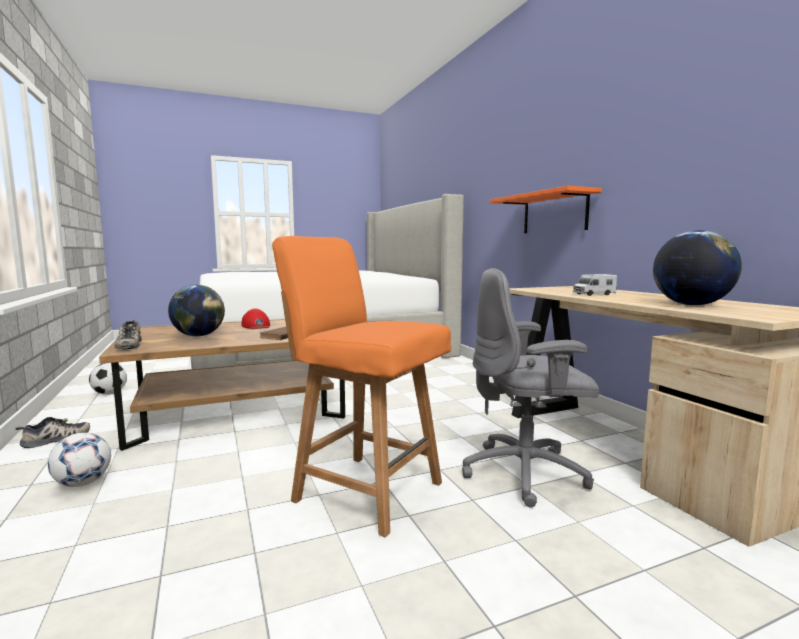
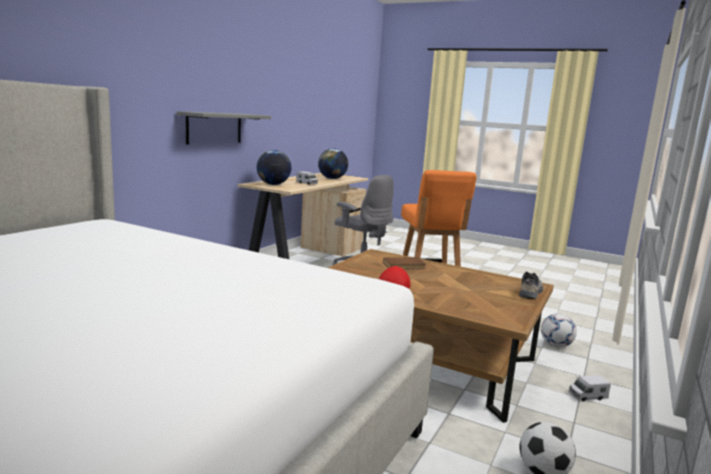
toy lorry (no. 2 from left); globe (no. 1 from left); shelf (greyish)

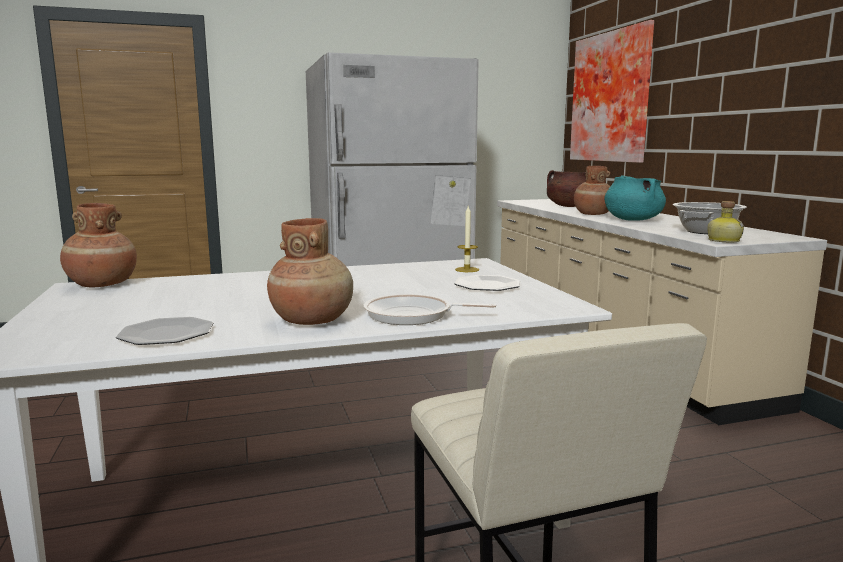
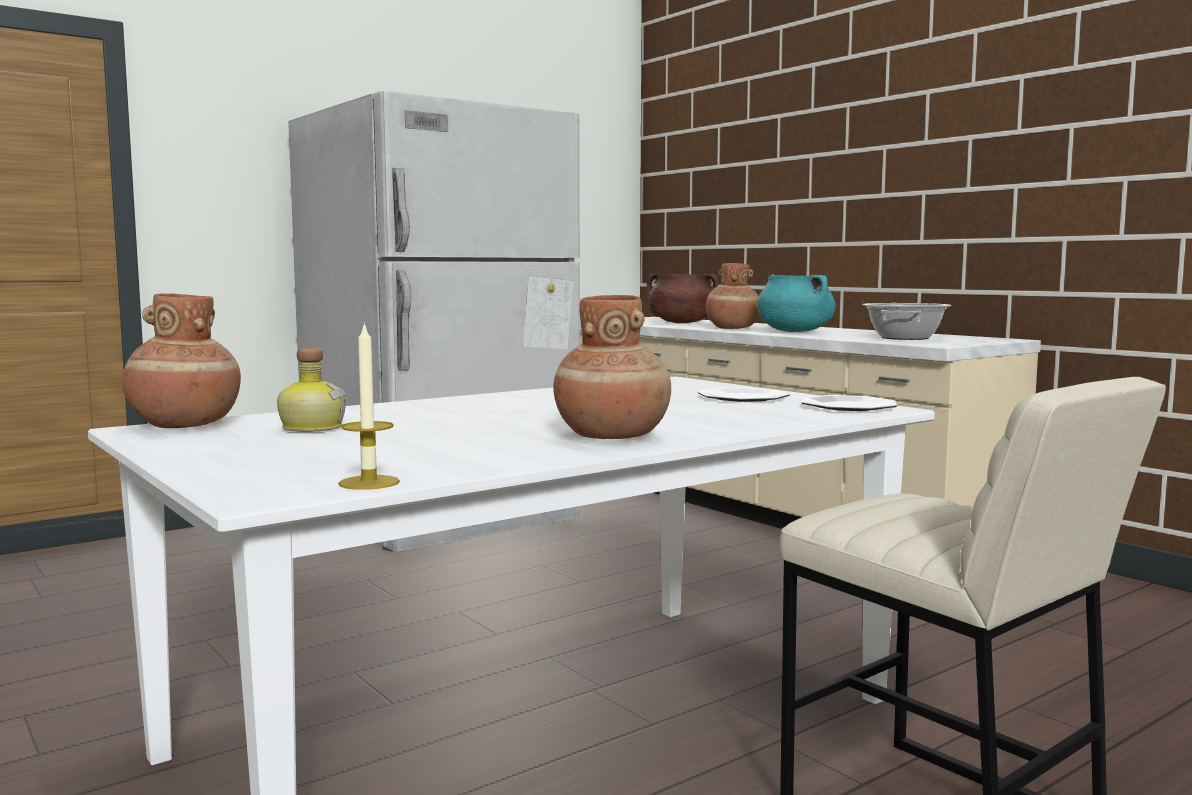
dinner plate (no. 2 from left); pan; wax candle; wall art; beverage bottle

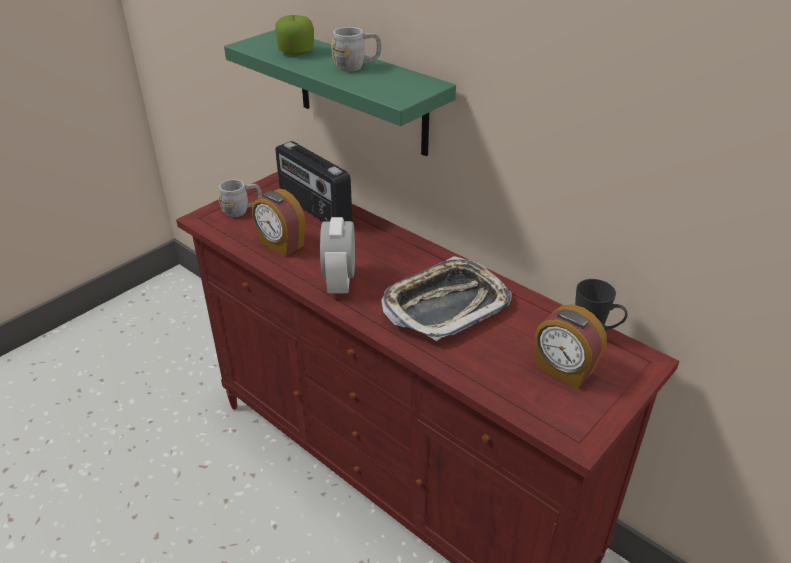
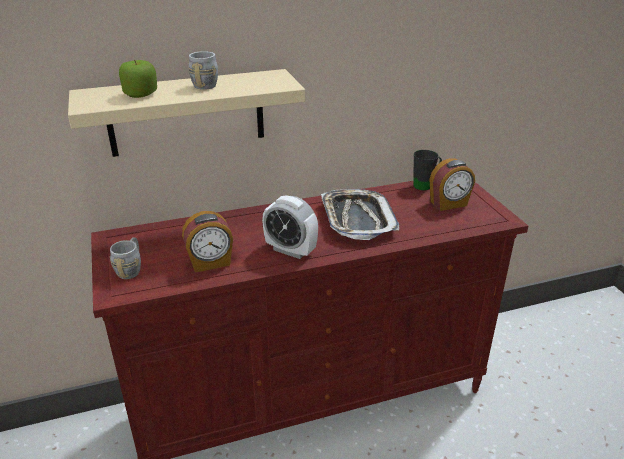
shelf (beige); radio

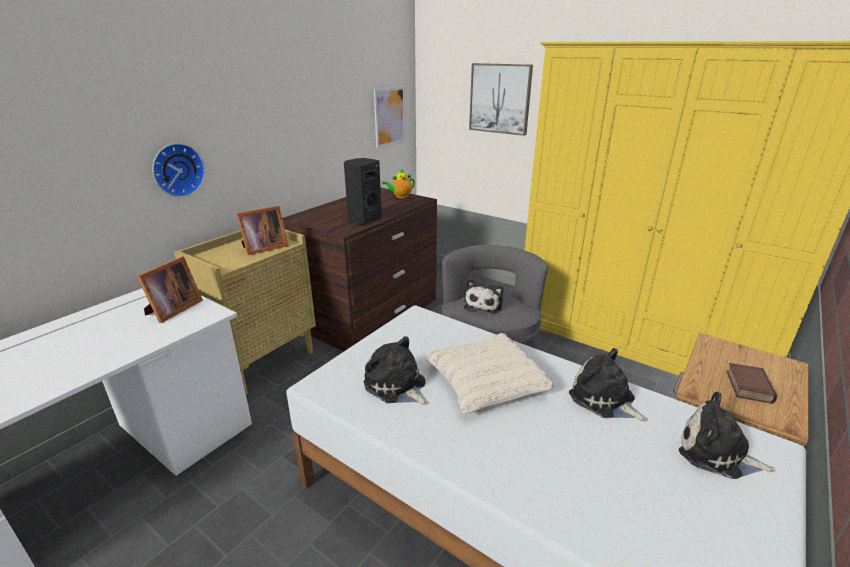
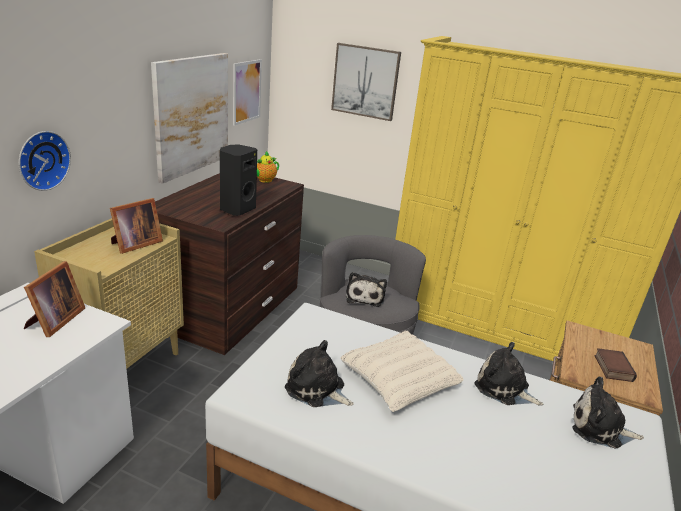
wall art (no. 1 from left)

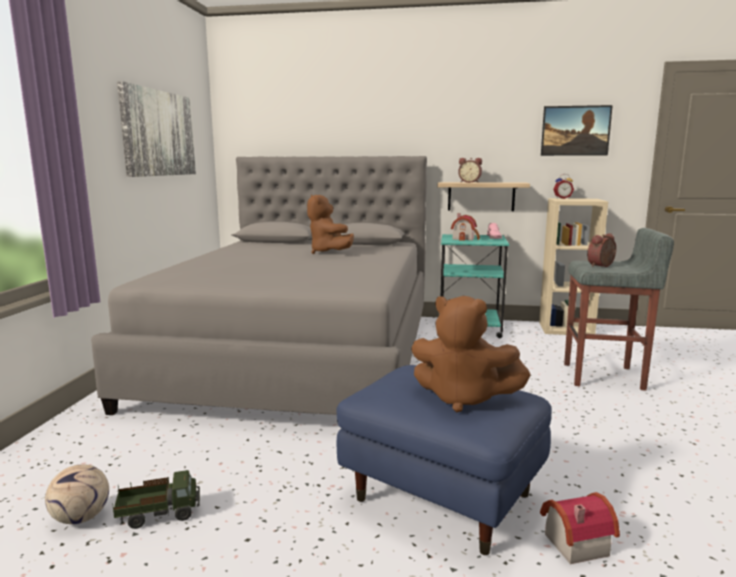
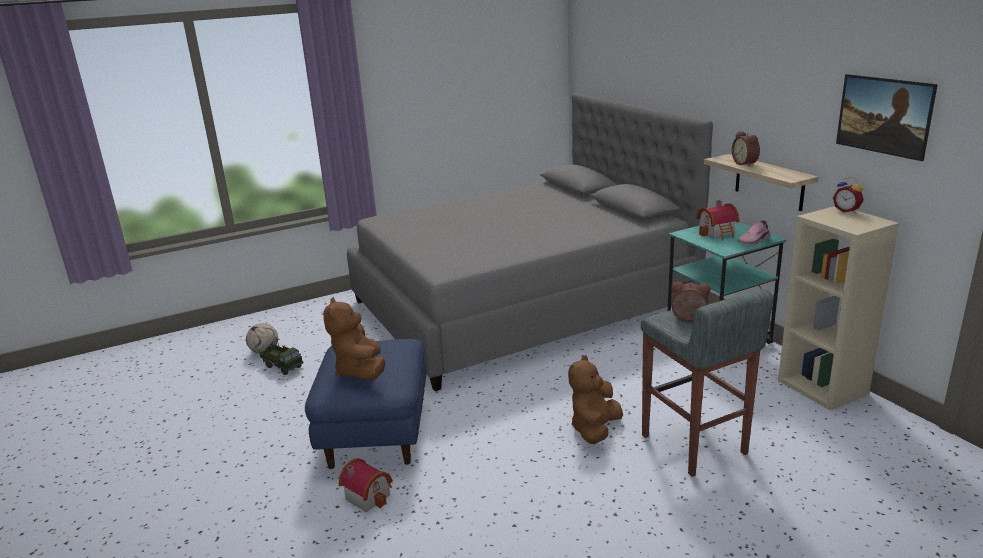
wall art (no. 1 from left in the first image); cuddly toy (brown) (no. 2 from left)

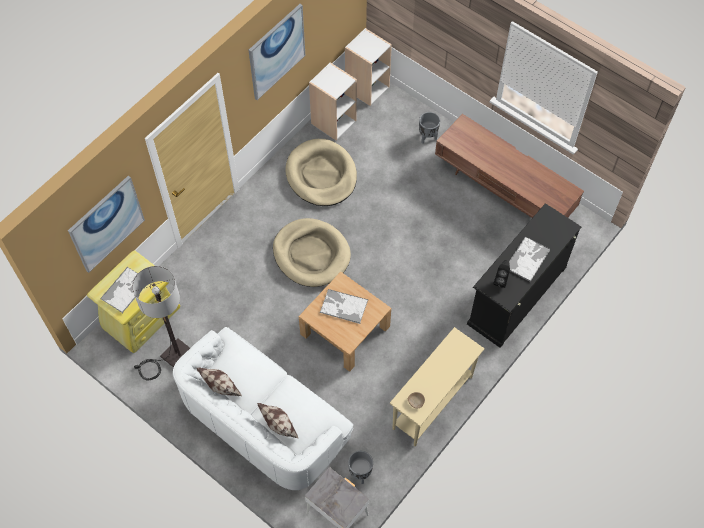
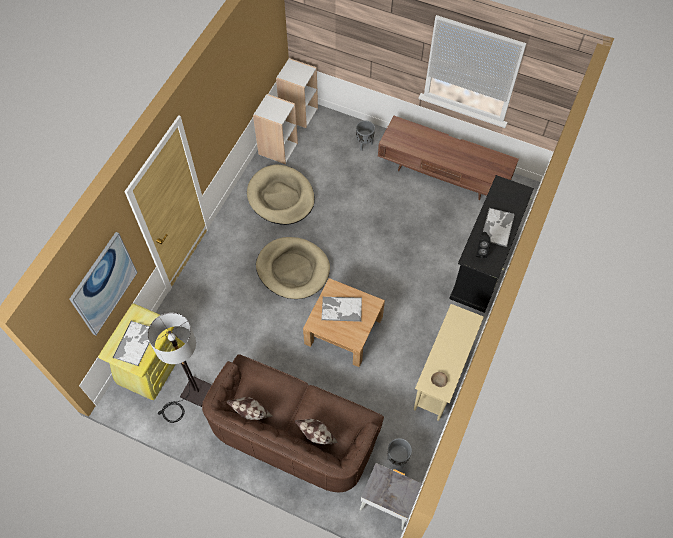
sofa (brown); wall art (no. 2 from left in the first image)

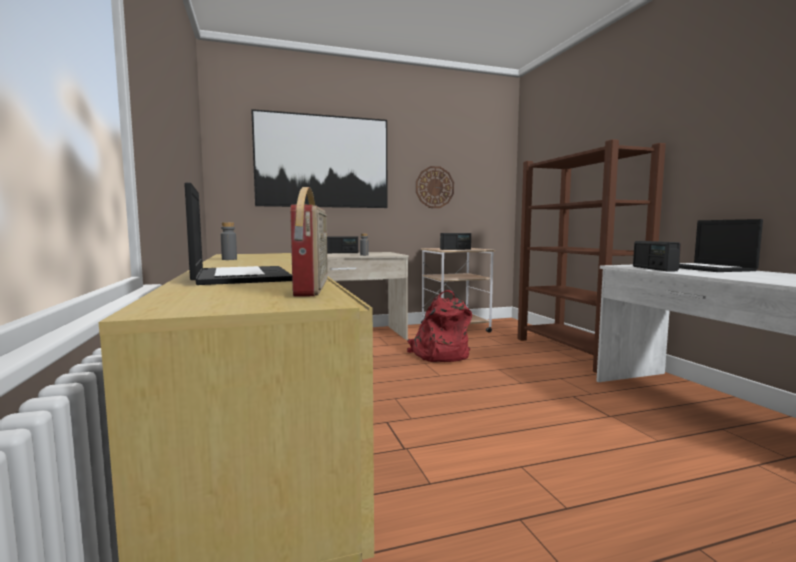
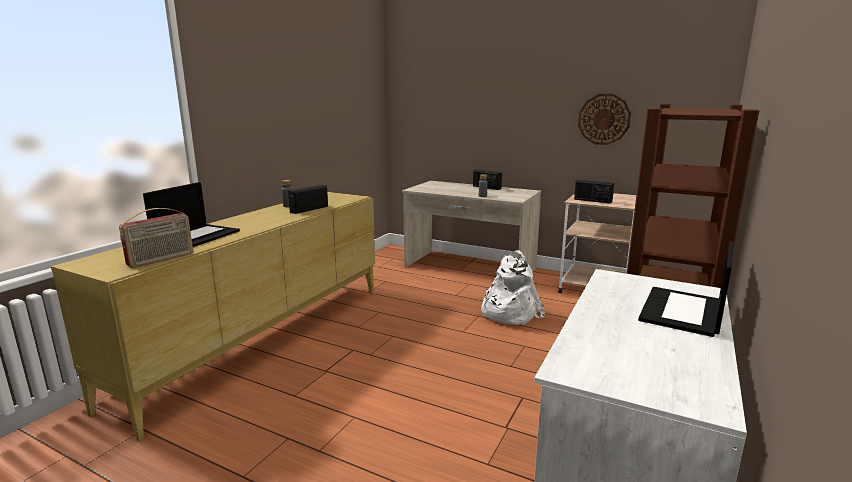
wall art; rucksack (whitish); radio (no. 2 from left)

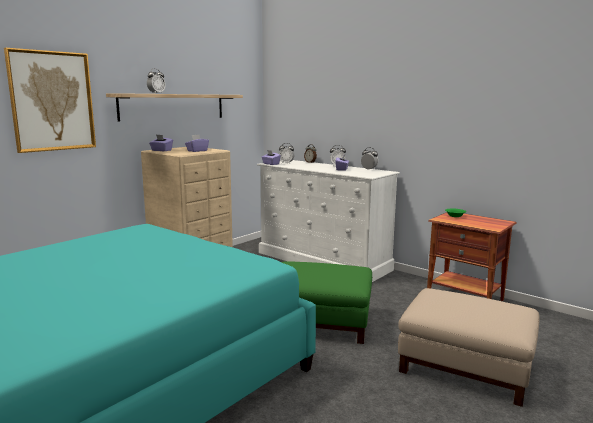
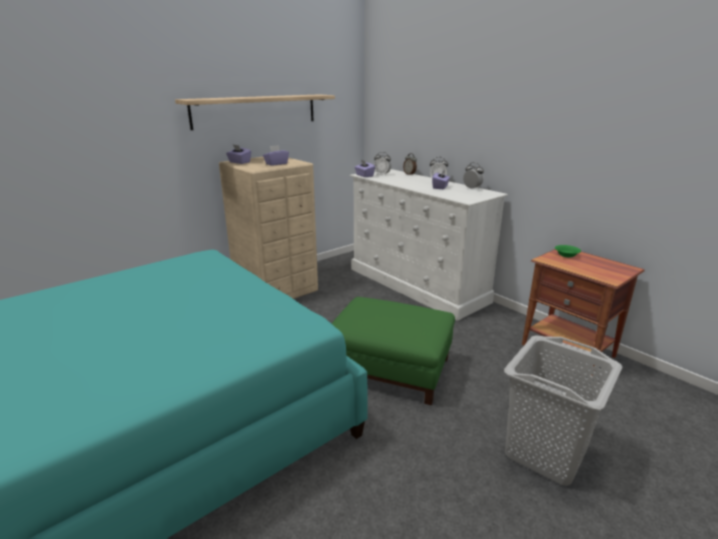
wall art; alarm clock (no. 1 from left in the first image); hamper (greyish)

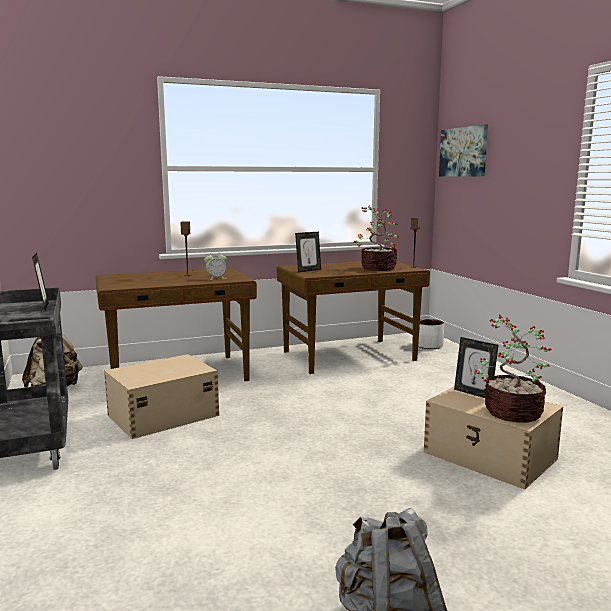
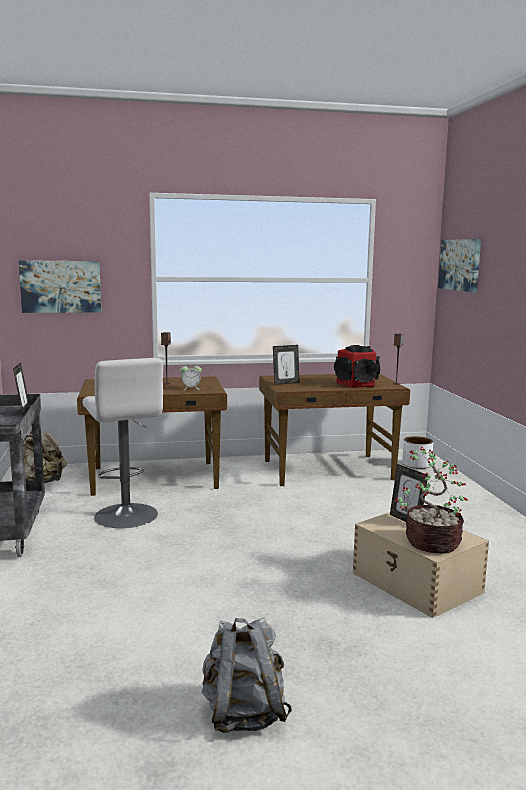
stool seat (whitish); loudspeaker (no. 2 from left); wall art (no. 1 from left)

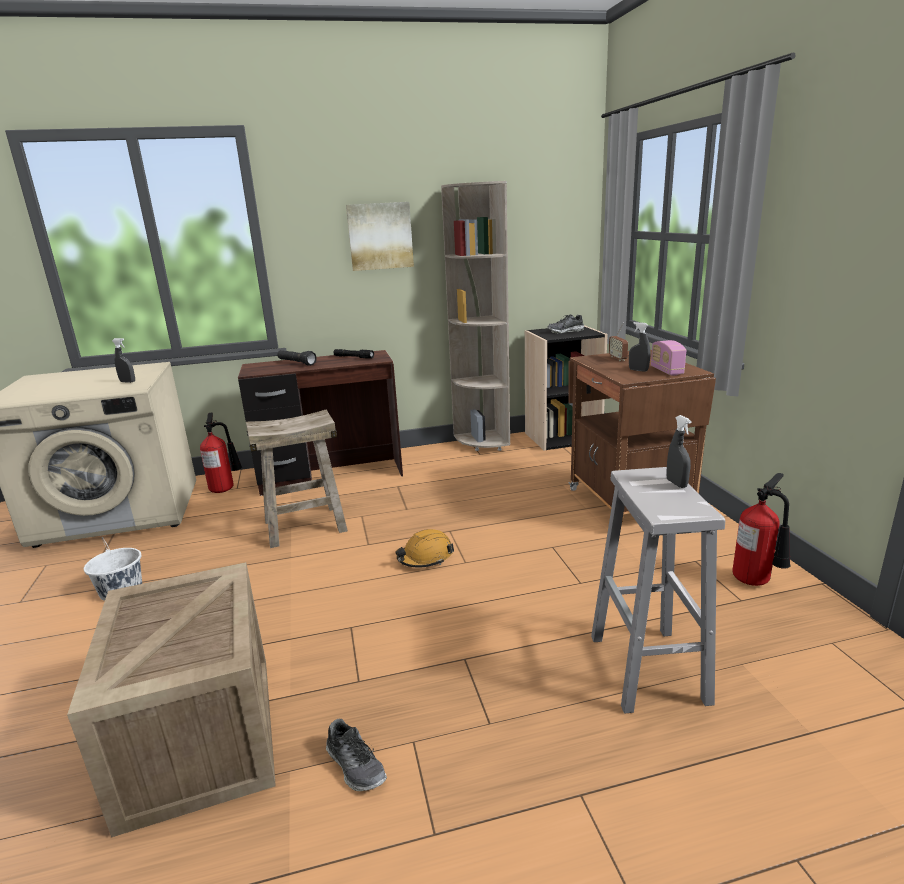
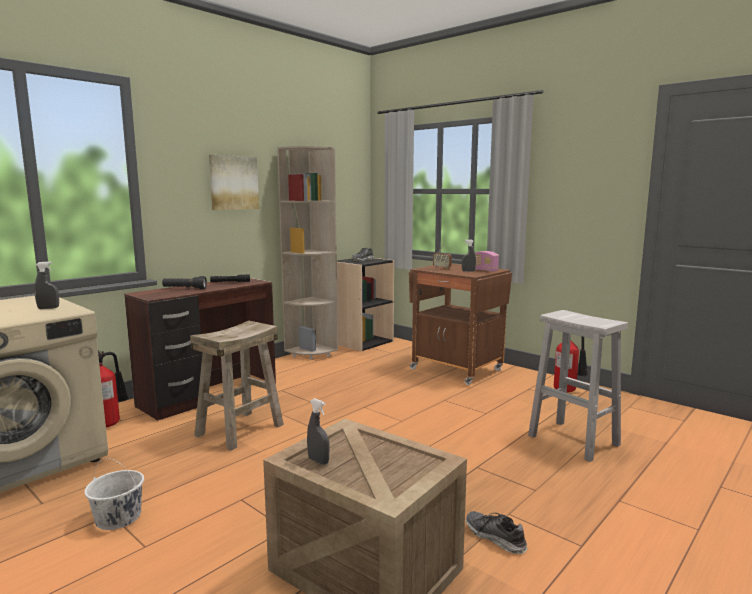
shoe (no. 2 from left); hard hat (orange-coloured); hand sprayer (greyish) (no. 2 from left)

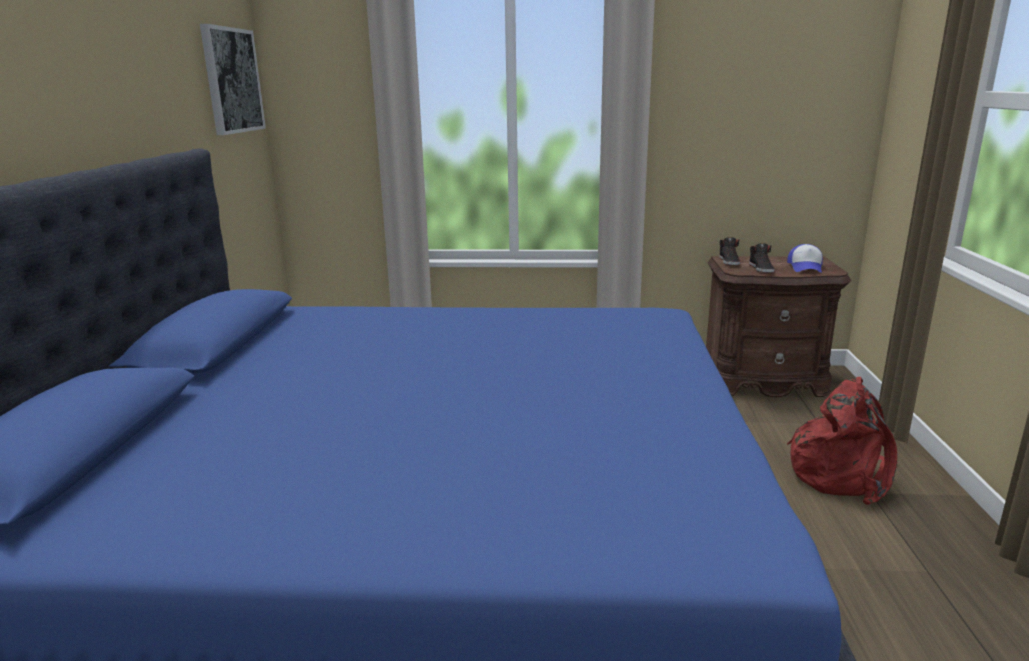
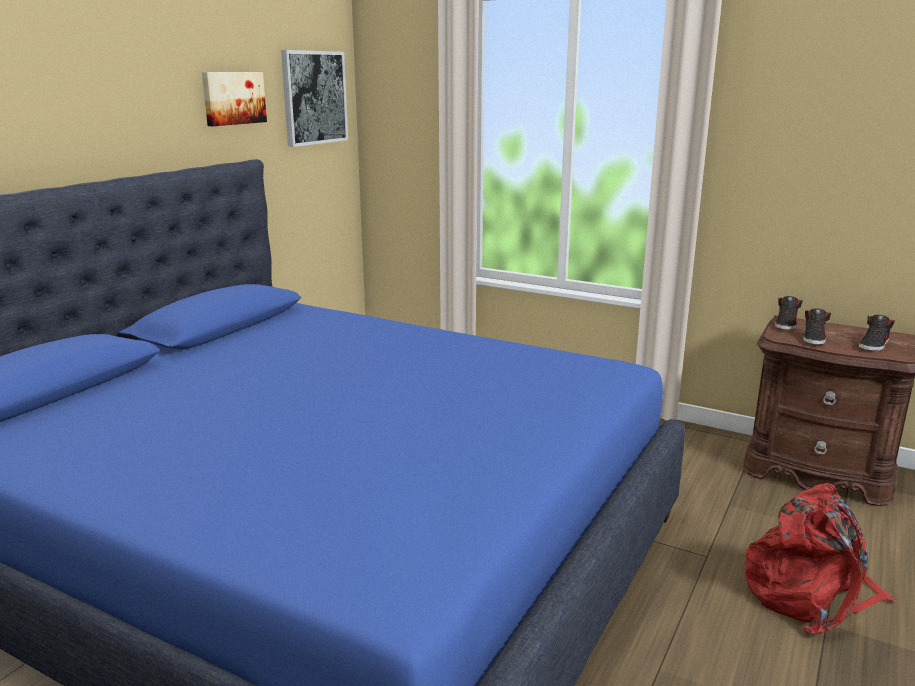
shoe (blackish) (no. 3 from left); wall art (no. 1 from left)

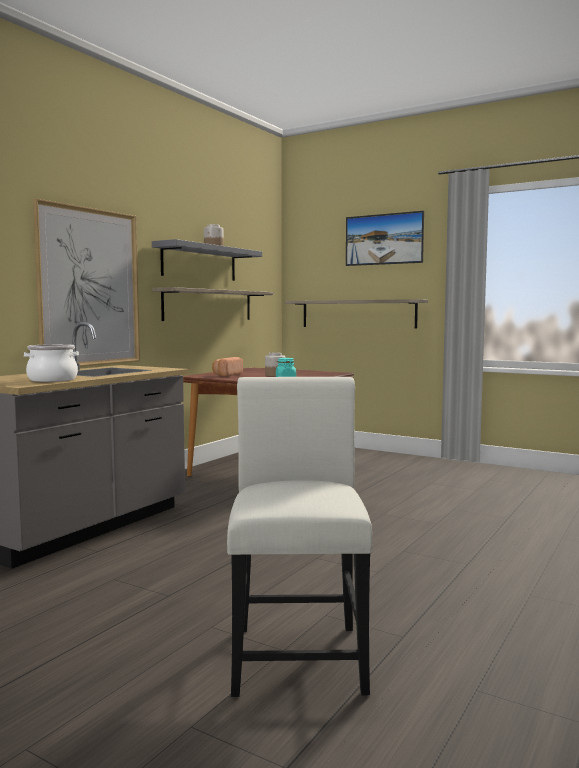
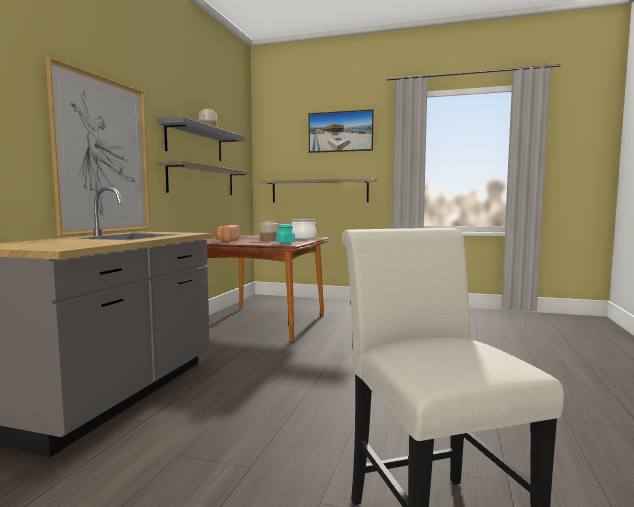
saucepot

